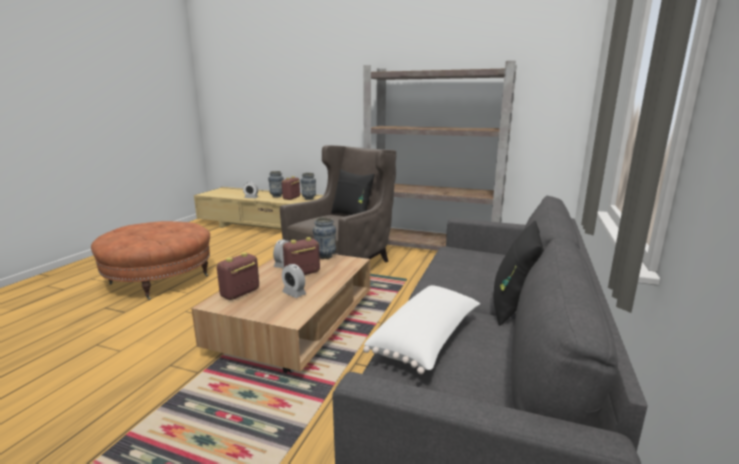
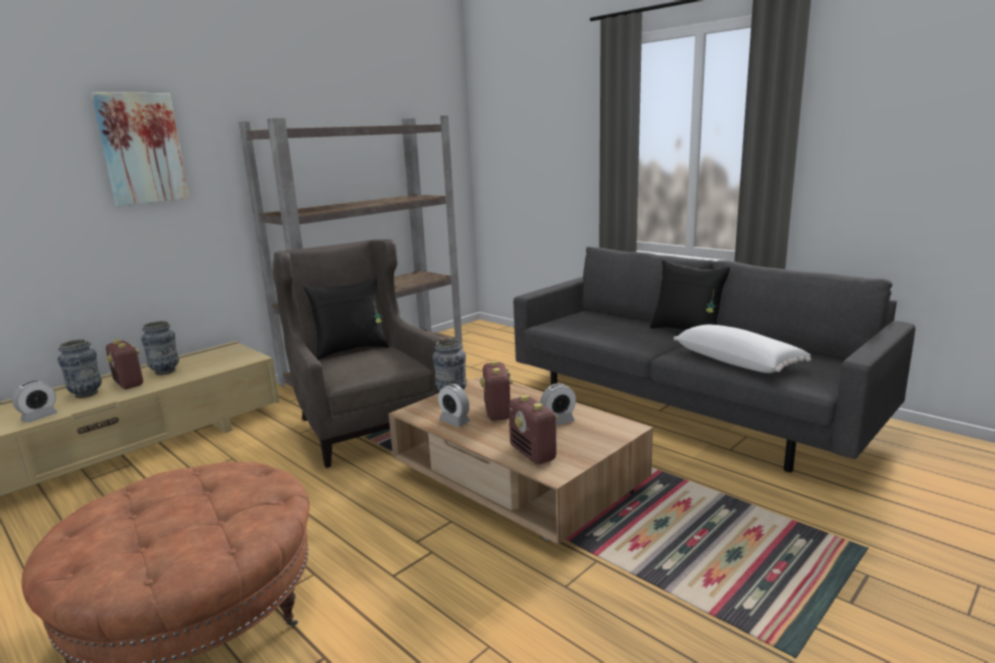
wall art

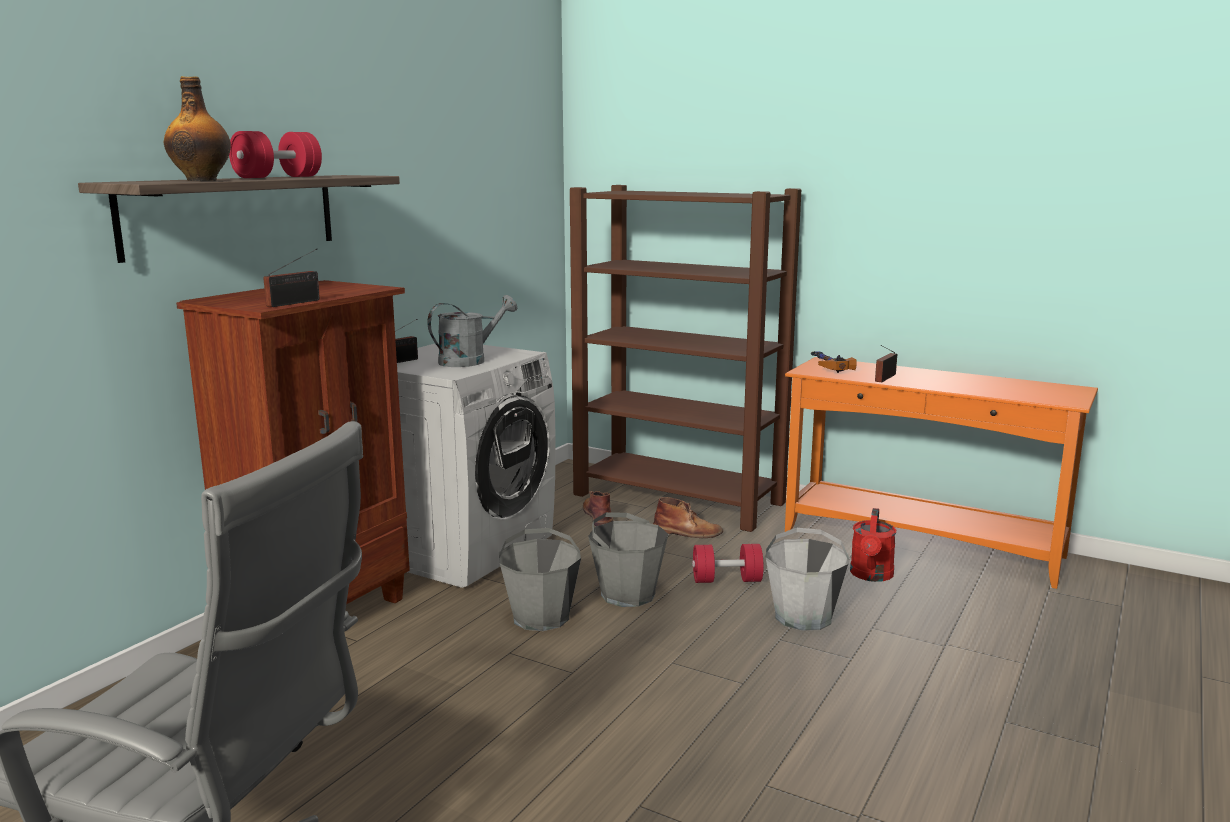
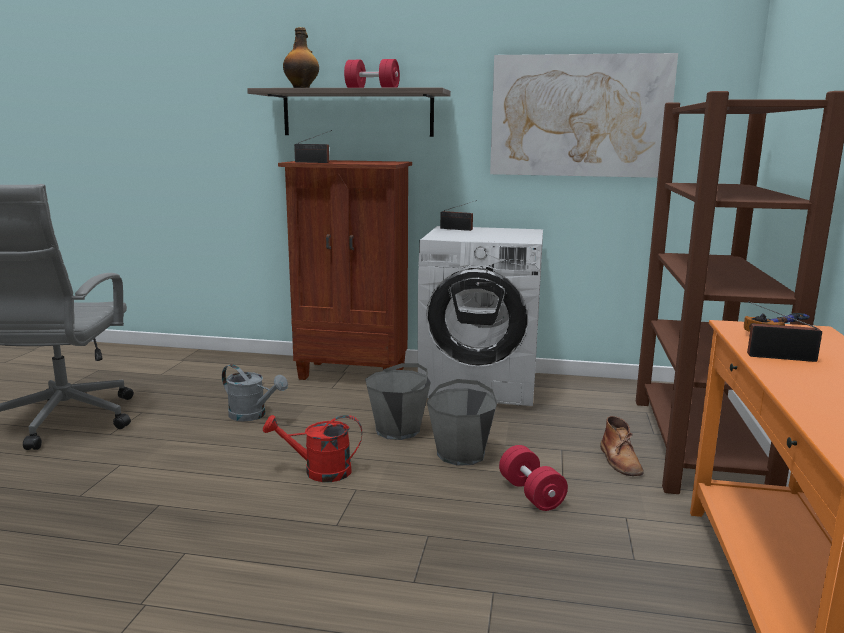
watering pot (greyish); boot (brown) (no. 1 from left in the first image); pail (greyish) (no. 3 from left in the first image); watering pot (reddish); wall art

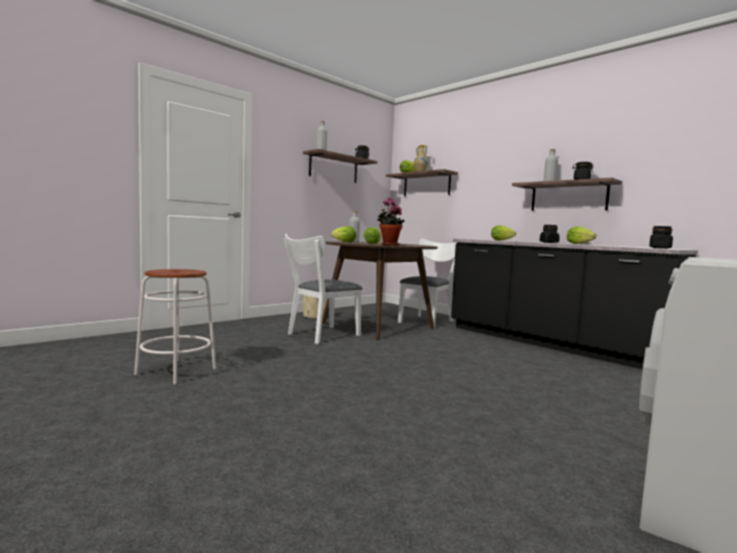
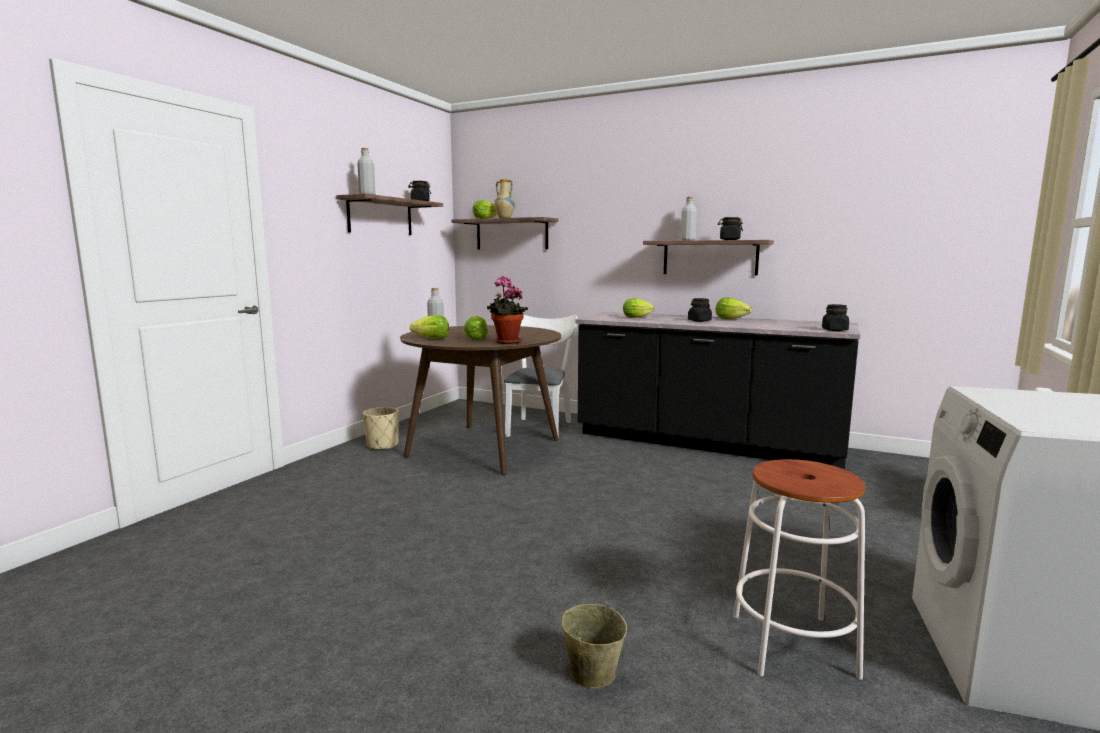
stool seat (whitish); plain chair (whitish) (no. 1 from left in the first image); pail (beige)

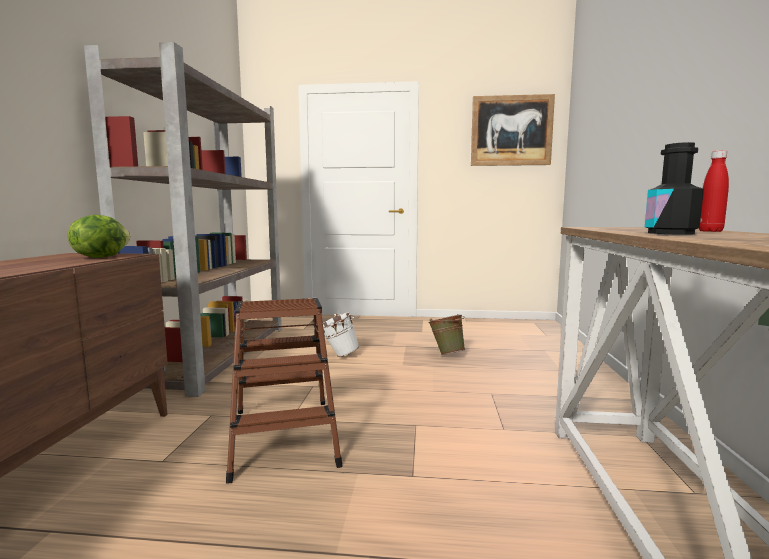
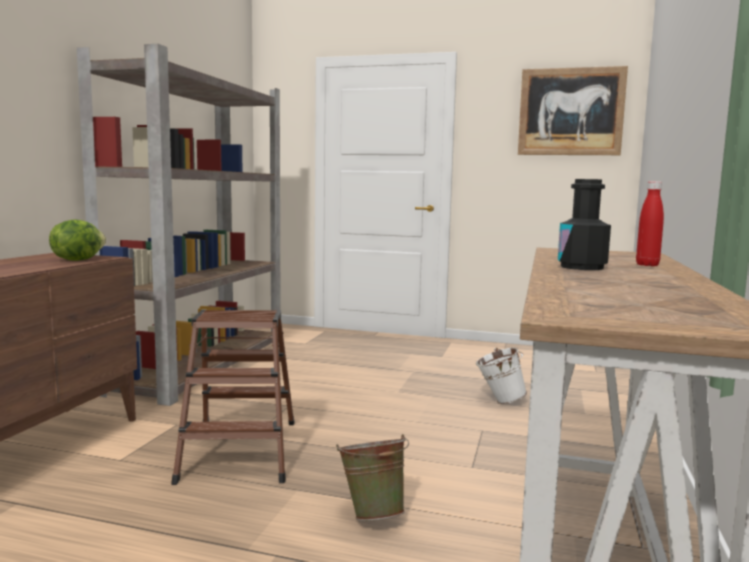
pail (whitish); pail (green)

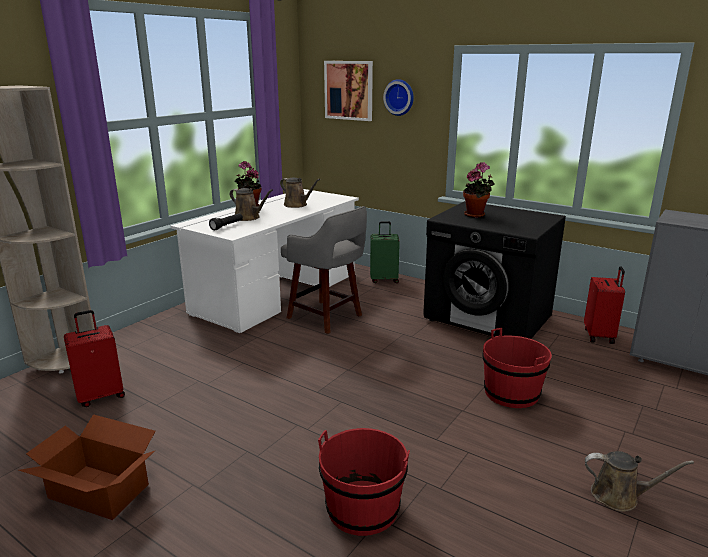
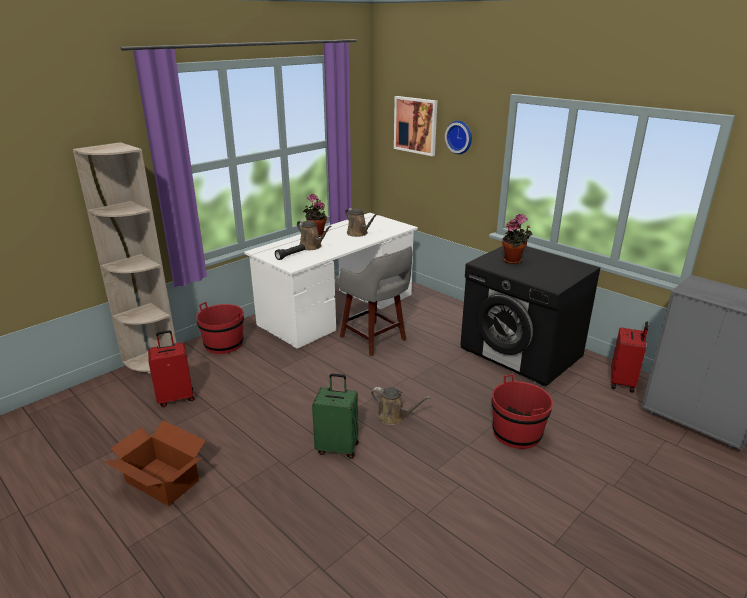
pail (reddish) (no. 1 from left); piece of luggage (green); watering pot (brown) (no. 3 from left)

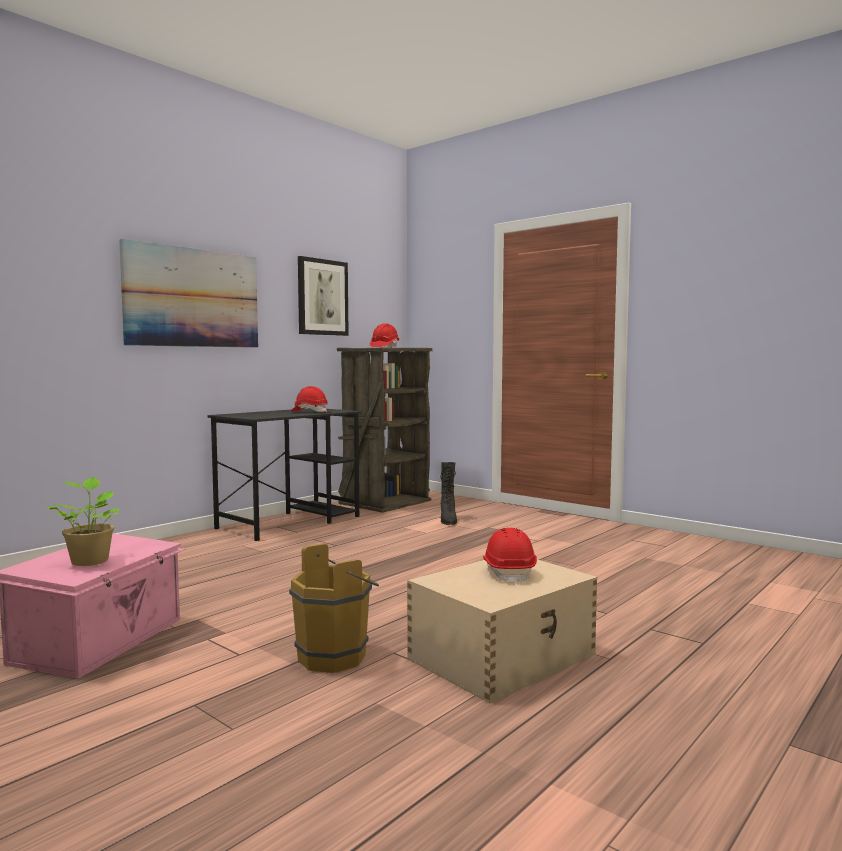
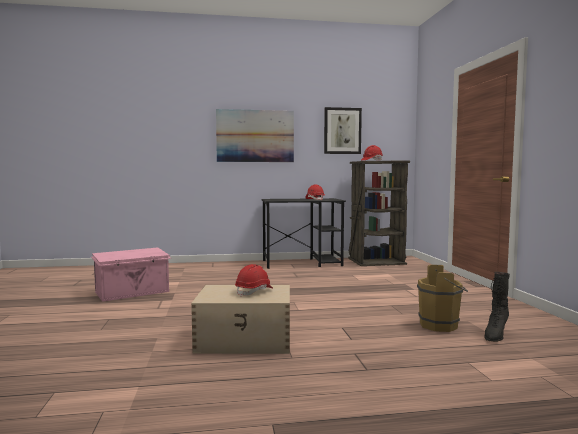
houseplant; pail (brown); boot (blackish)

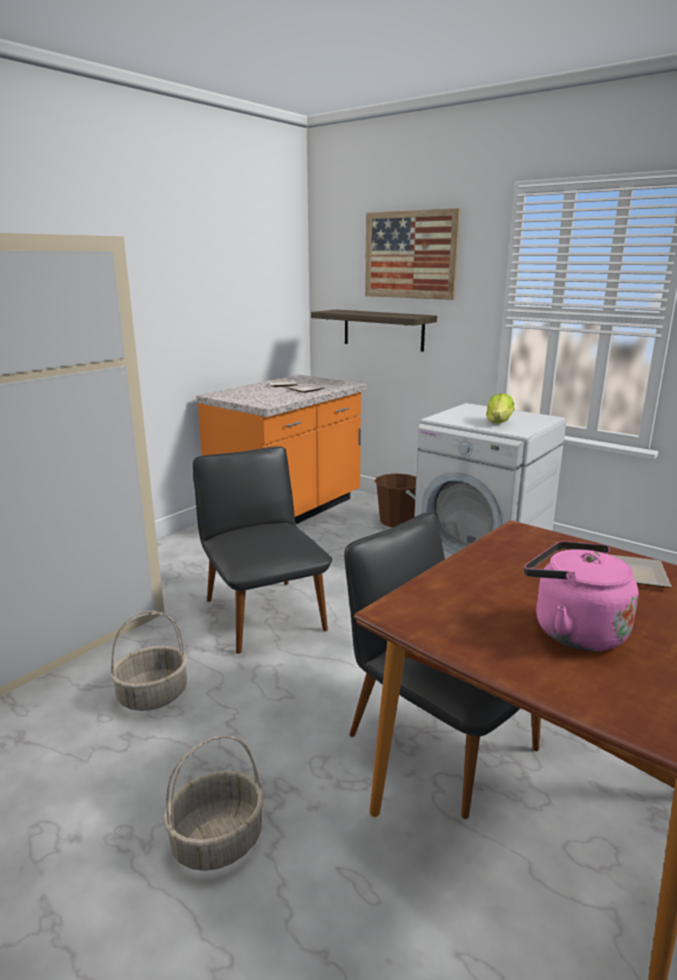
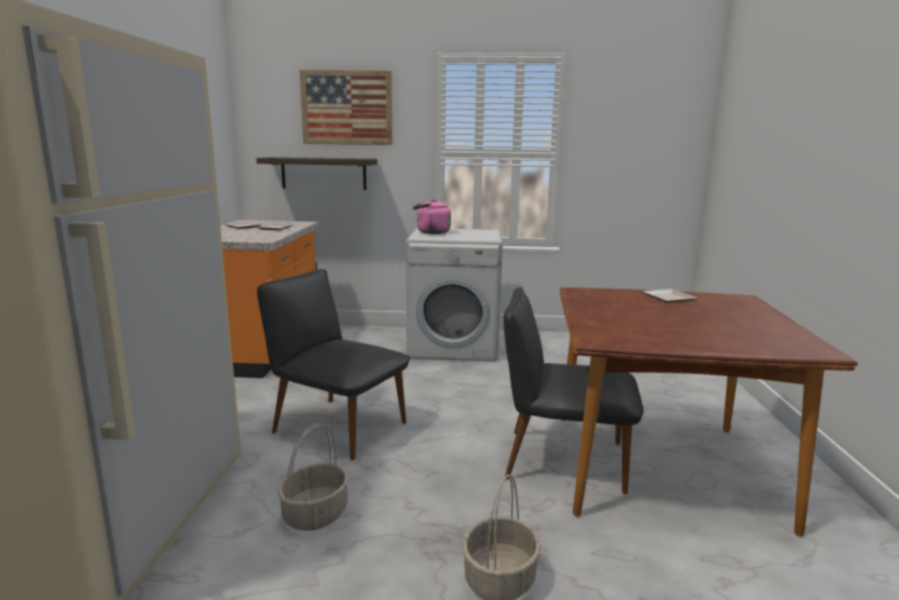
pail (brown); lettuce head; kettle (pinkish)

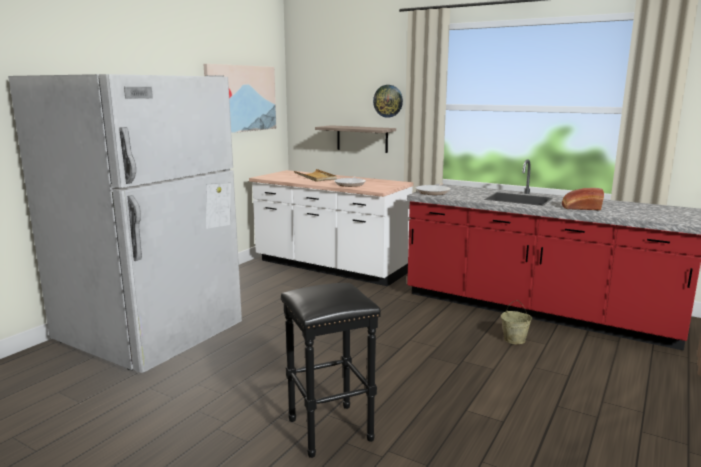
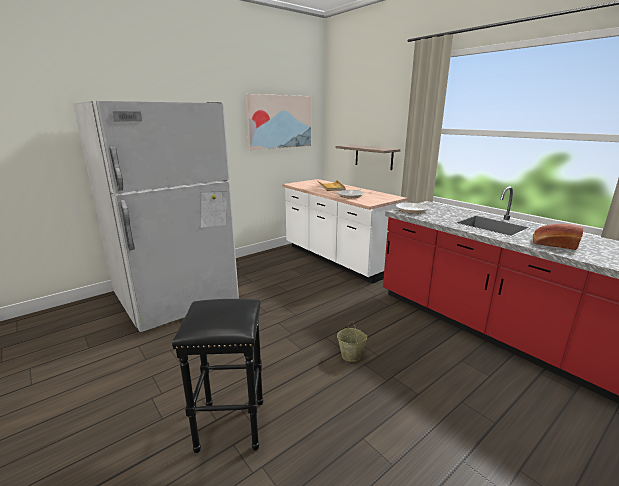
wall clock; pail (beige)

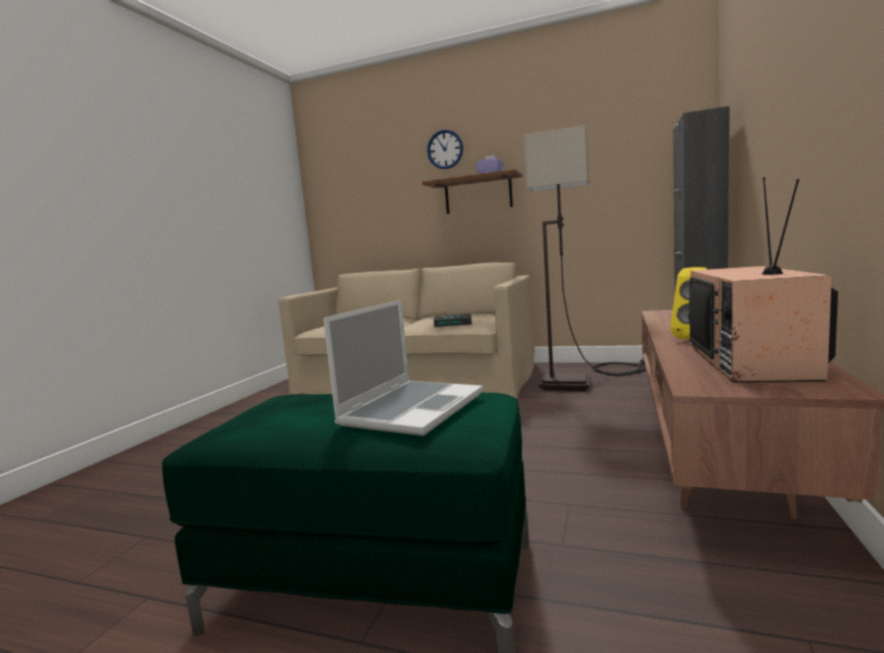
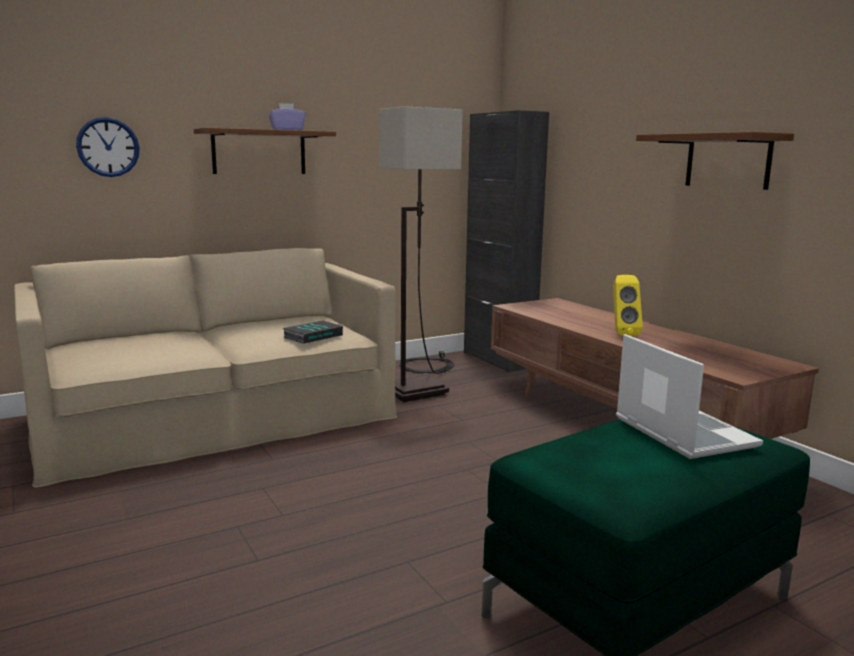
wall clock; television; shelf (brown) (no. 2 from left)

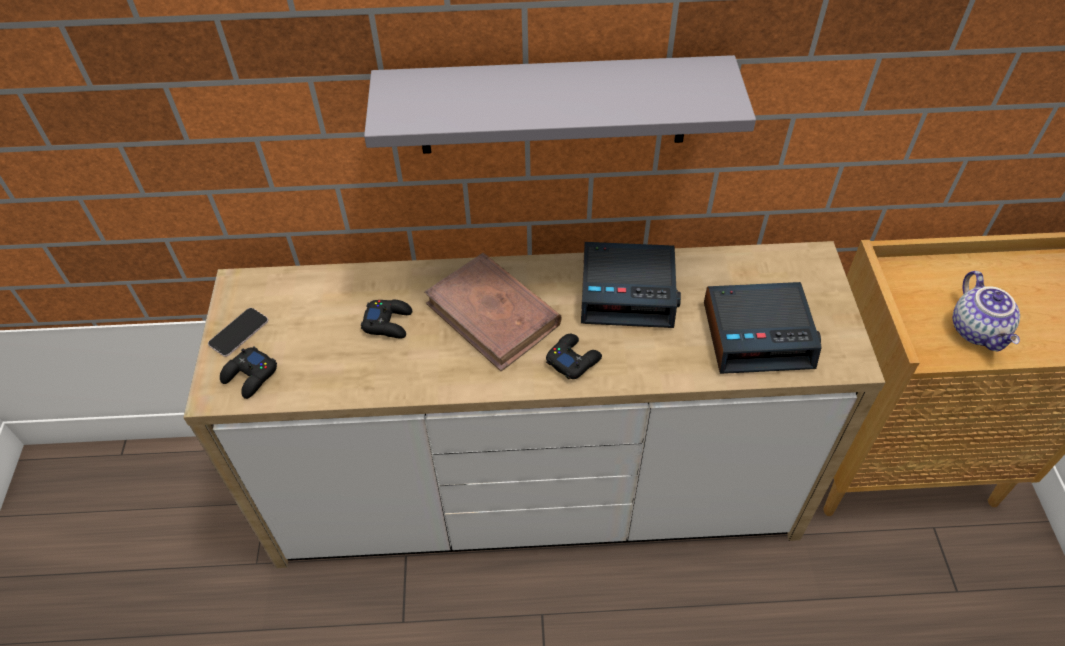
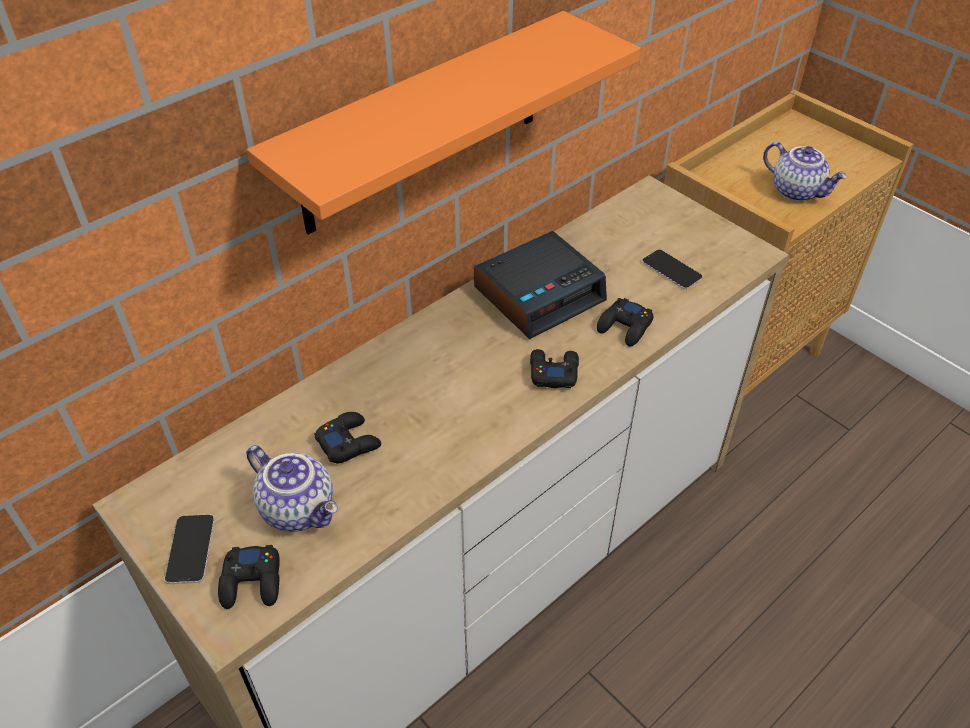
shelf (orange-coloured); bound book (brown); phone (no. 2 from left); tea pot (no. 1 from left); gamepad (blackish) (no. 4 from left)

